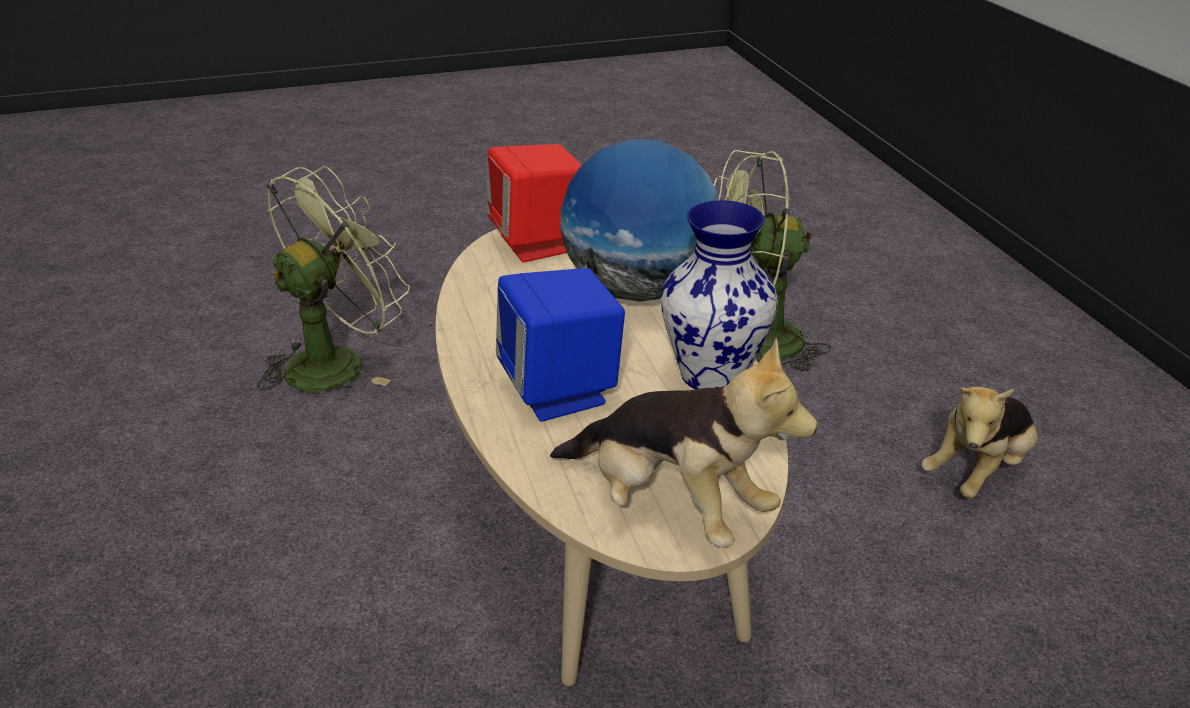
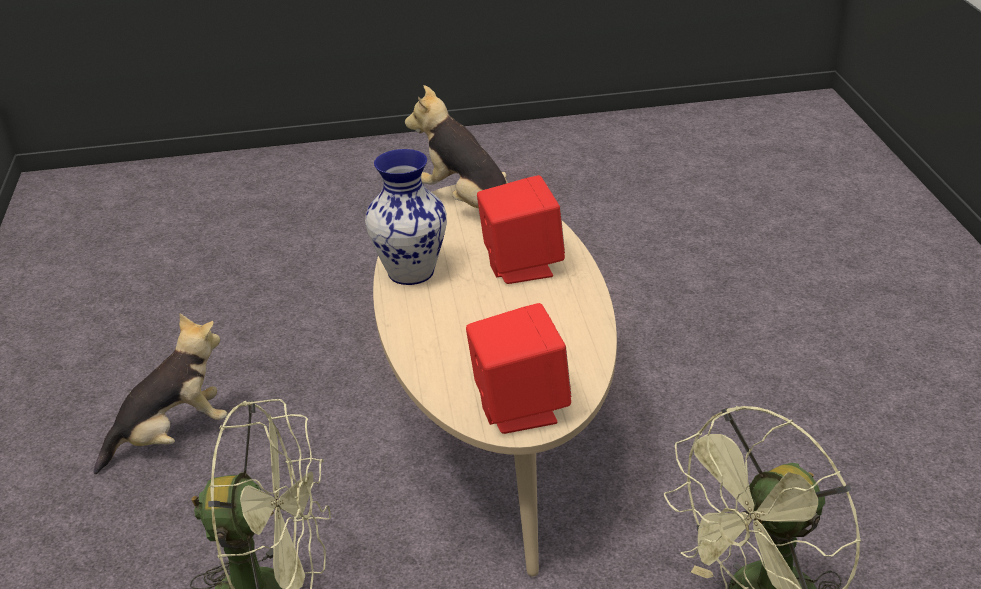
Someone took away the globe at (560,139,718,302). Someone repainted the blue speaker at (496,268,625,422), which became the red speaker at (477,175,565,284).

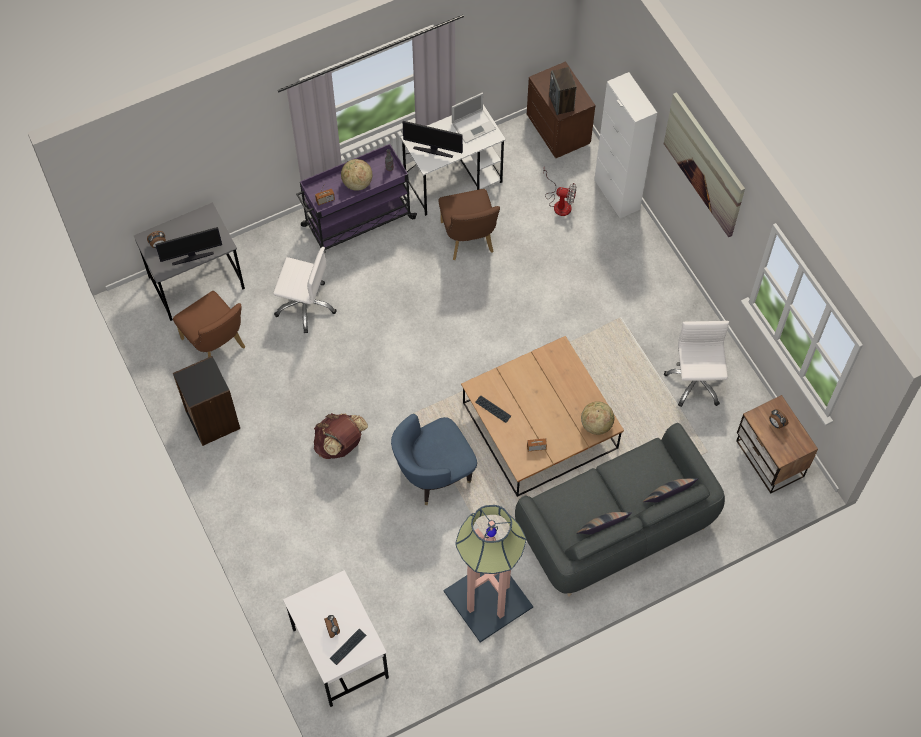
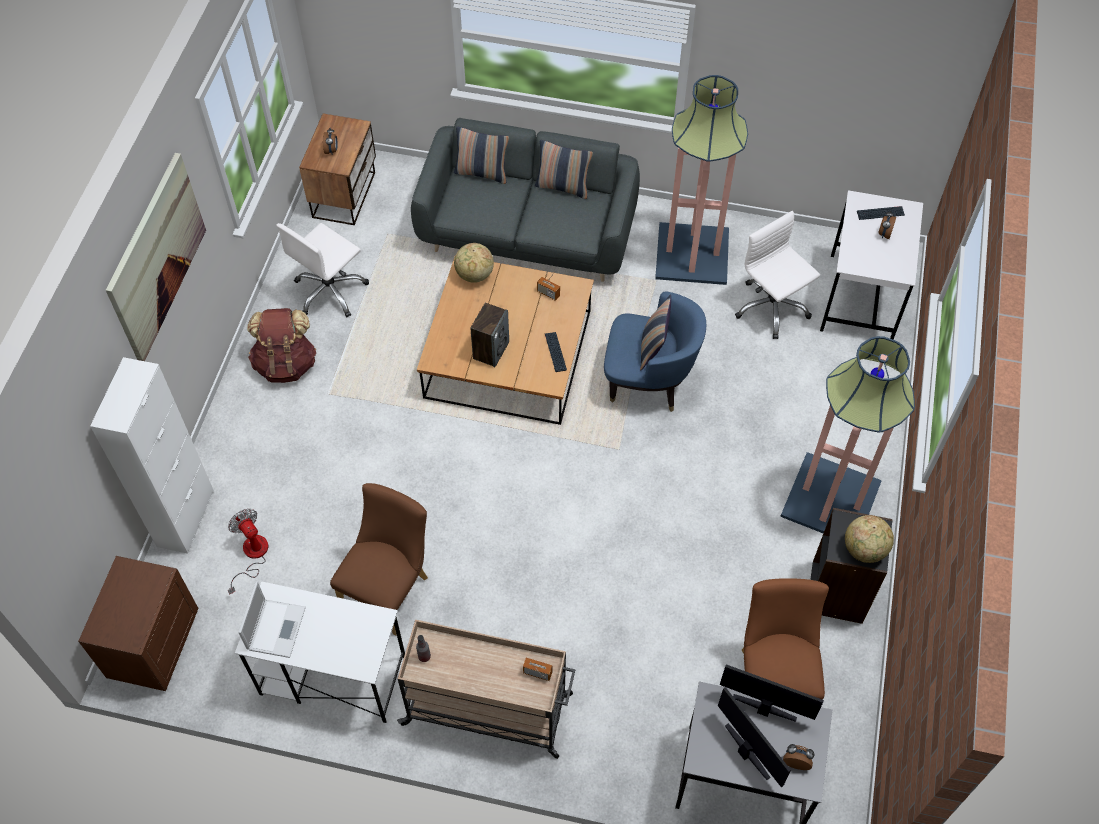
Someone carried the speaker from (549,67,577,115) to (470,303,509,367). Someone rotated the laptop at (452,93,496,143) by 90 degrees clockwise. Someone carried the monitor from (403,121,463,158) to (718,687,791,787). Someone repainted the purple cart at (296,144,417,250), which became the beige cart at (397,620,575,759). Someone carried the globe from (341,159,372,191) to (845,515,894,563). Someone carried the white office chair from (273,247,337,333) to (735,211,820,339). Someone carried the brown backpack from (314,413,368,459) to (247,308,316,383). Someone put down the pillow at (640,294,671,370). Someone put down the floor lamp at (780,336,915,533).

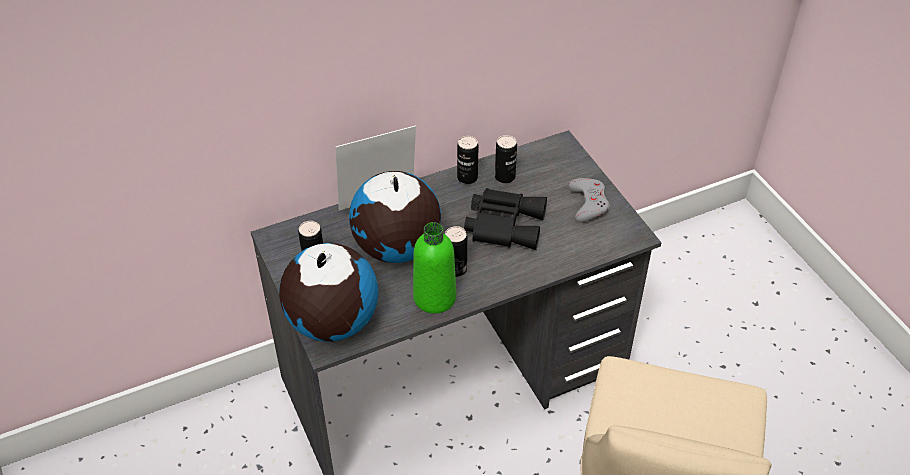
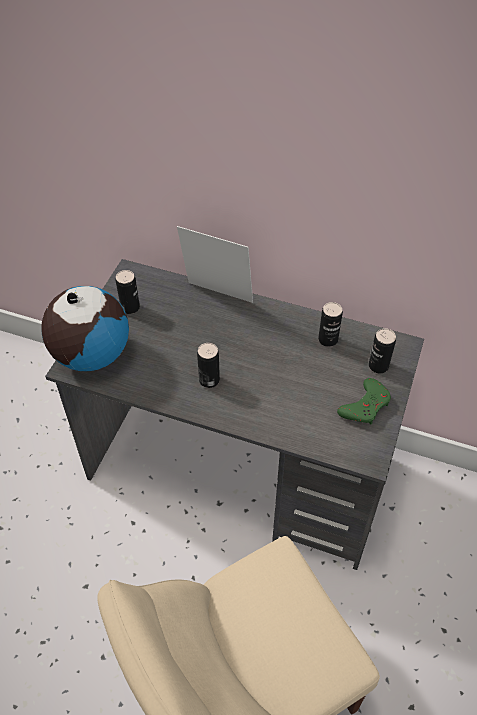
Someone carried the can from (457,136,478,184) to (369,328,396,373). Someone took away the globe at (349,171,441,263). Someone repainted the grey game controller at (568,178,609,223), which became the green game controller at (337,378,391,424). Someone took away the black binoculars at (464,188,547,250). Someone took away the green bottle at (413,222,456,314).

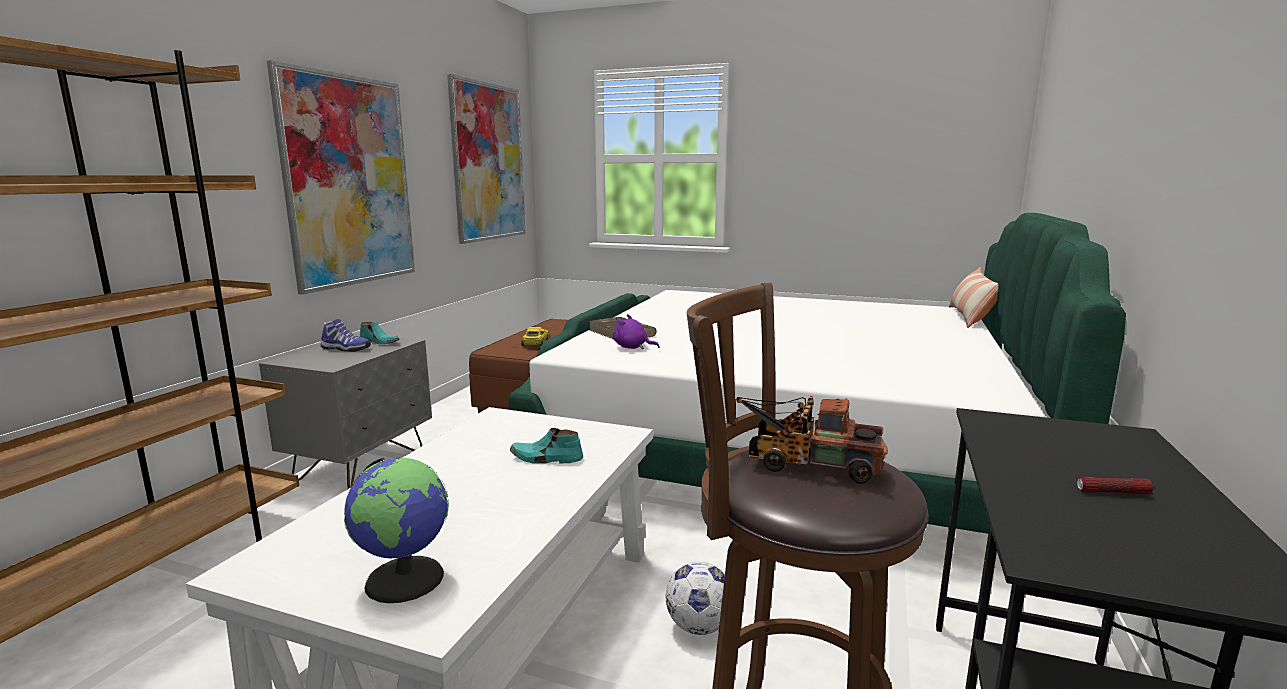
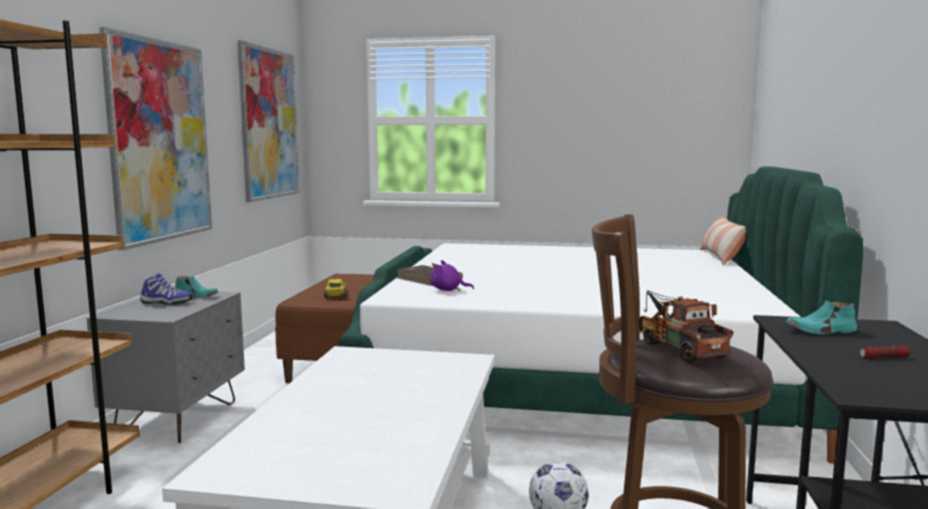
Someone rotated the toy truck at (731,396,888,484) by 60 degrees clockwise. Someone carried the turquoise shoe from (510,428,583,464) to (785,300,857,334). Someone took away the globe at (344,458,449,603).

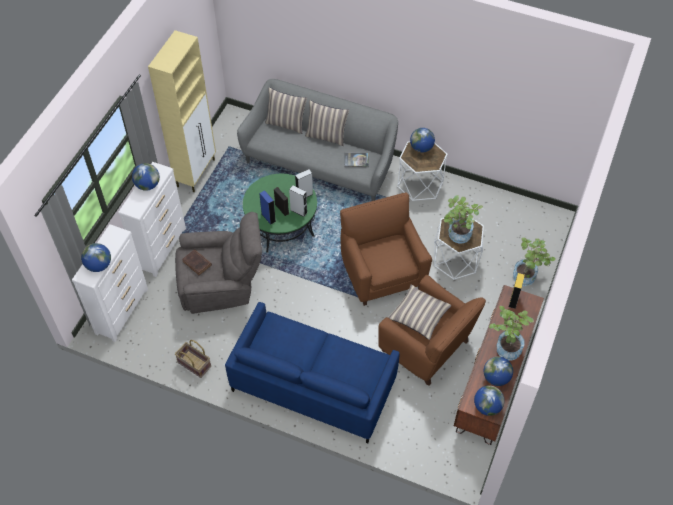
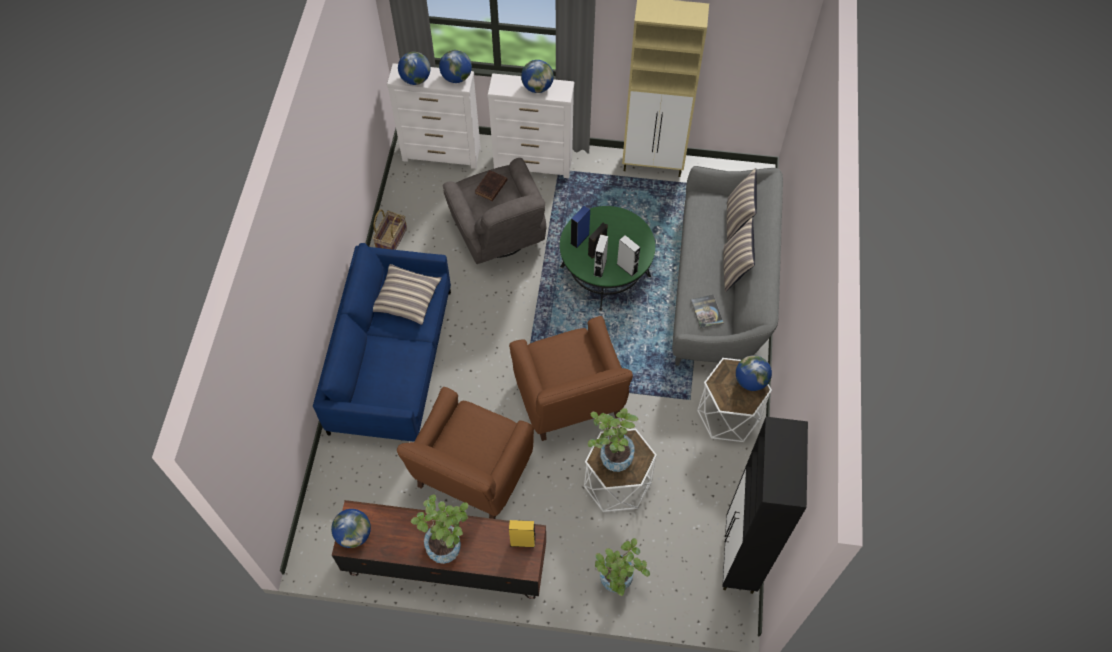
Someone rotated the brown armchair at (340,192,432,306) by 105 degrees clockwise. Someone carried the pillow from (388,285,452,340) to (373,264,442,325). Someone carried the globe from (484,356,513,386) to (439,50,472,83). Someone put down the black cabinet at (723,417,808,594).

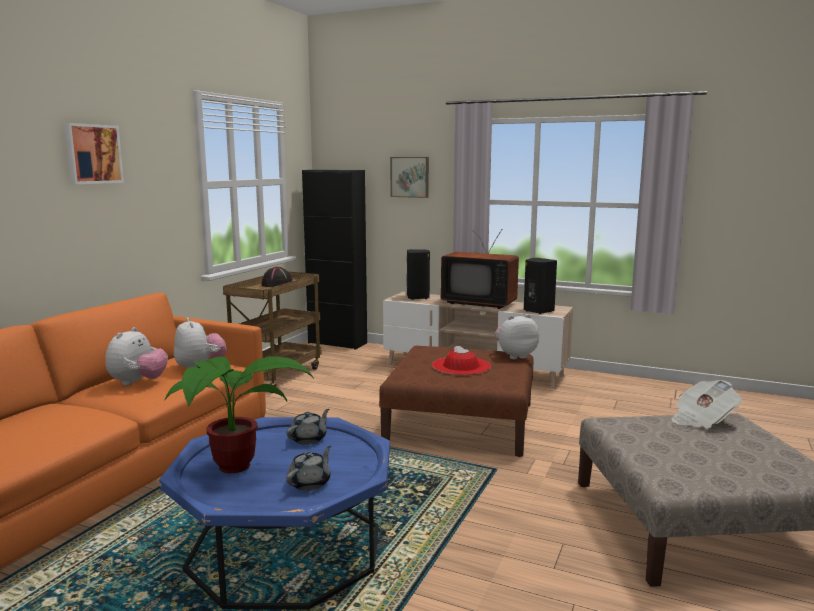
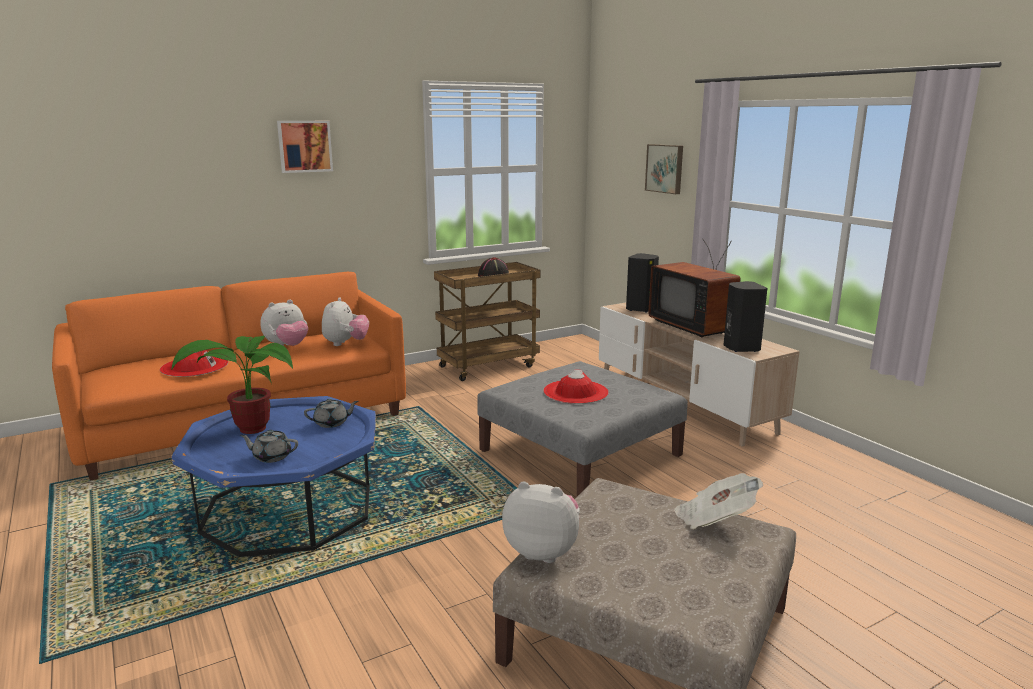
Someone took away the black cabinet at (302,170,367,350). Someone carried the plush toy from (495,314,539,359) to (502,481,580,563). Someone repainted the brown ottoman at (379,345,533,457), which became the grey ottoman at (477,361,687,496). Someone rotated the grey teapot at (286,446,331,491) by 150 degrees counterclockwise. Someone put down the red hat at (160,350,228,377).

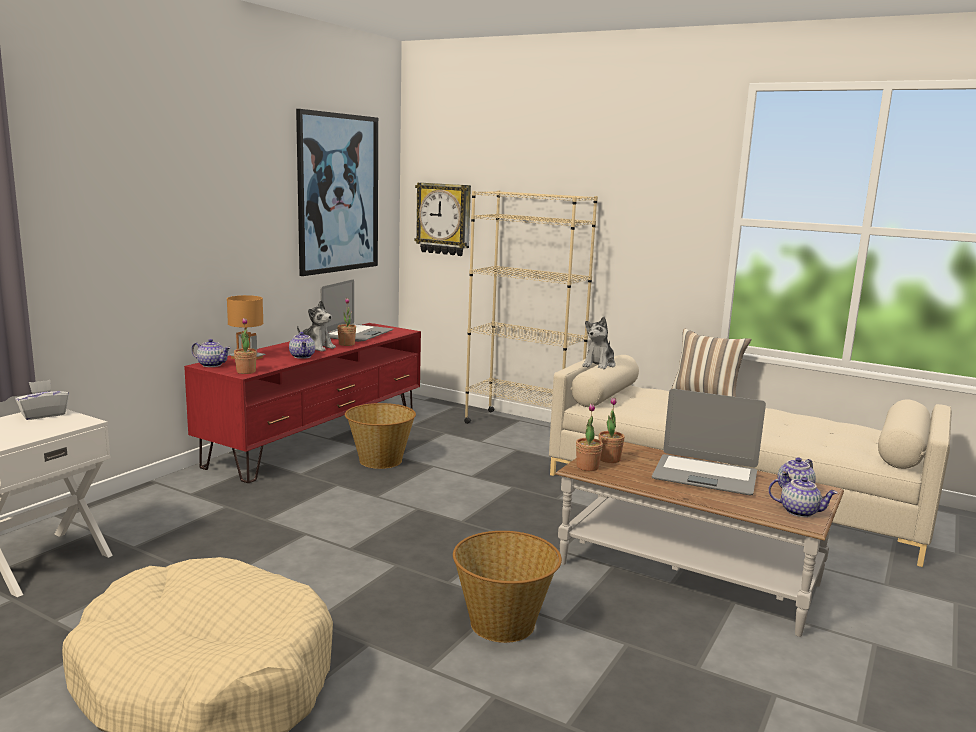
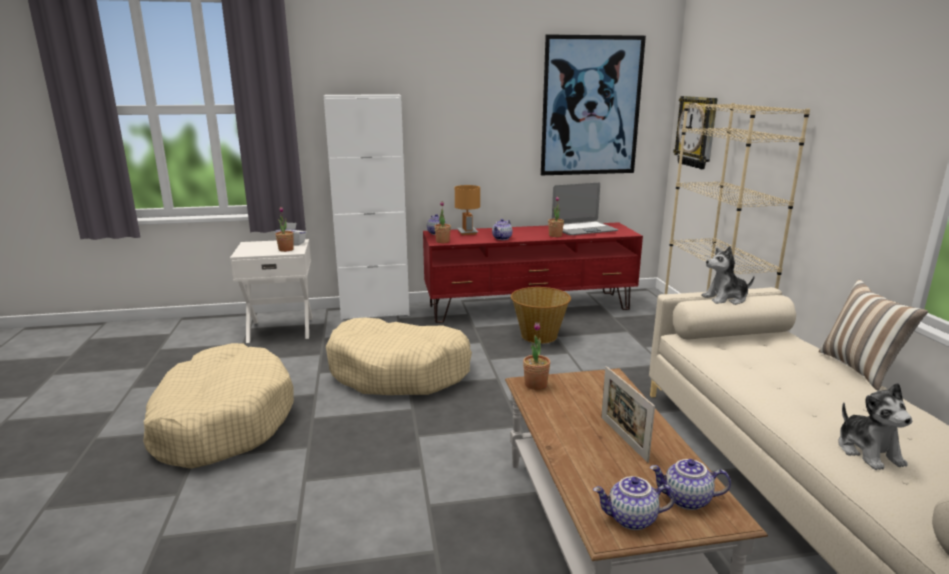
Someone carried the plush toy from (297,301,336,351) to (838,383,912,470). Someone swapped the laptop at (652,389,766,495) for the picture frame at (601,366,655,463). Someone carried the potted plant from (598,397,625,463) to (276,207,294,252). Someone rotated the teapot at (769,477,838,517) by 105 degrees clockwise. Someone took away the basket at (453,531,562,643). Someone put down the white cabinet at (324,94,410,320). Someone put down the beige dog bed at (326,318,472,395).

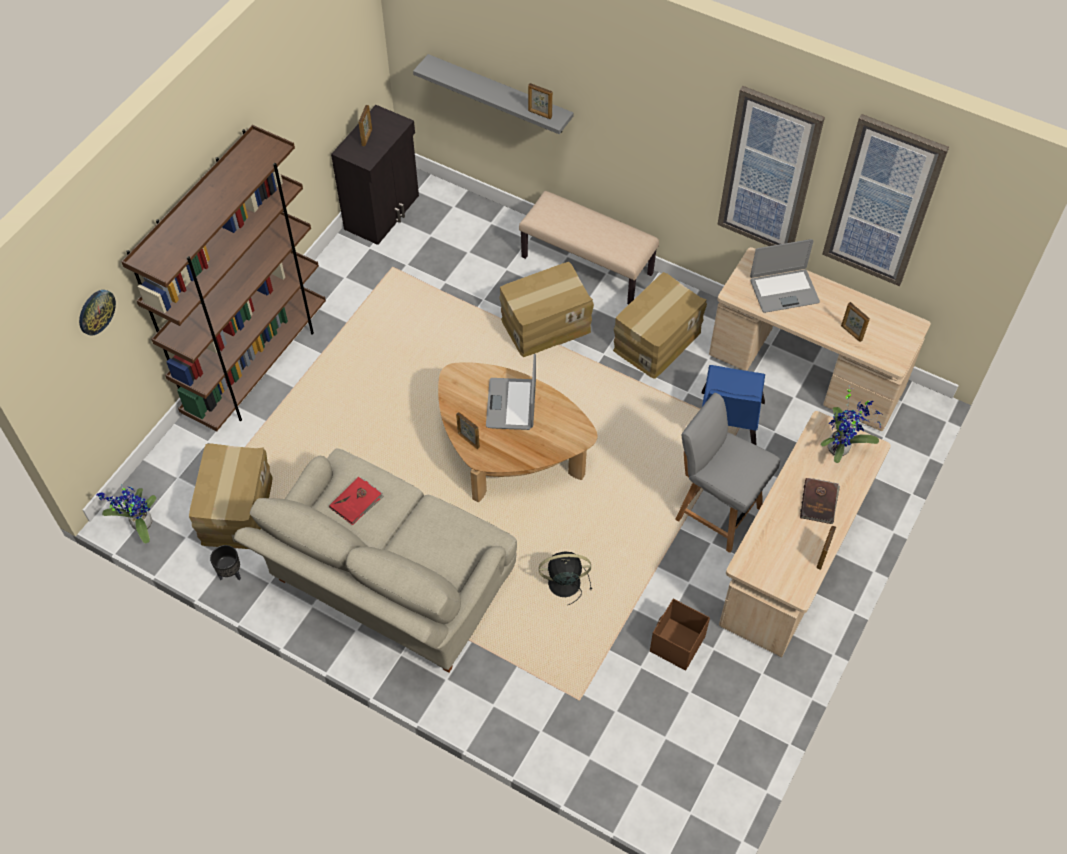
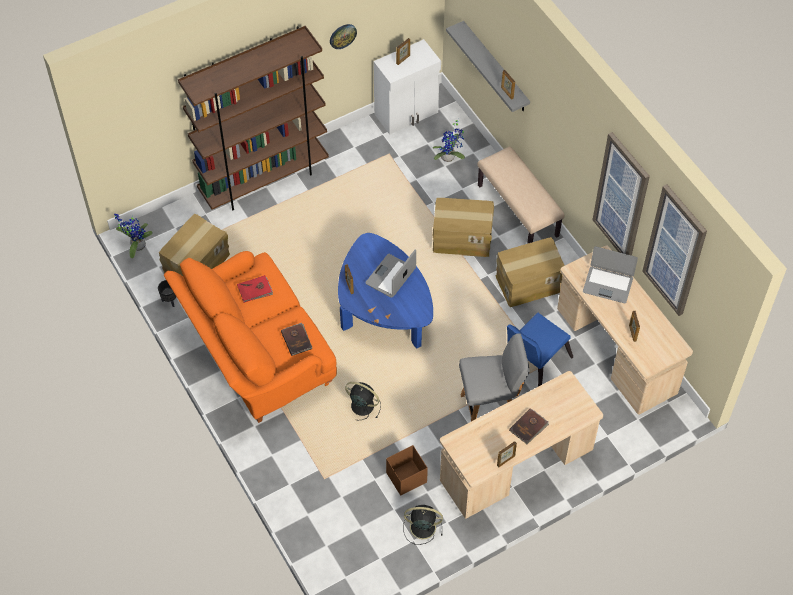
Someone repainted the black cabinet at (331,105,419,245), which became the white cabinet at (373,39,441,135). Someone carried the wall clock from (79,290,116,335) to (330,24,357,49). Someone repainted the brown coffee table at (438,362,597,502), which became the blue coffee table at (338,233,433,348). Someone carried the potted plant from (821,385,882,463) to (433,118,465,162). Someone rotated the grey chair at (675,393,780,553) by 105 degrees clockwise. Someone repainted the beige sofa at (234,448,517,673), which became the orange sofa at (164,251,337,423). Someone put down the brown book at (281,323,312,356). Someone put down the black fan at (403,505,443,545).

